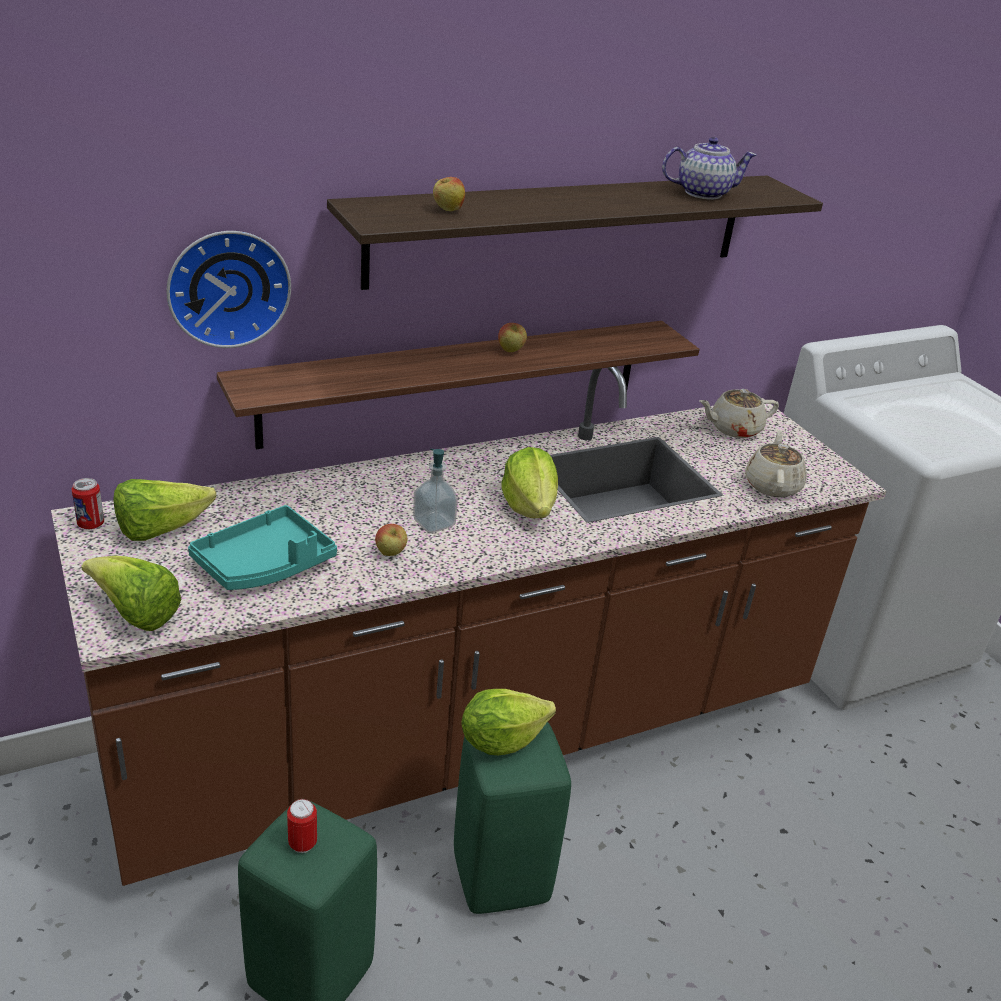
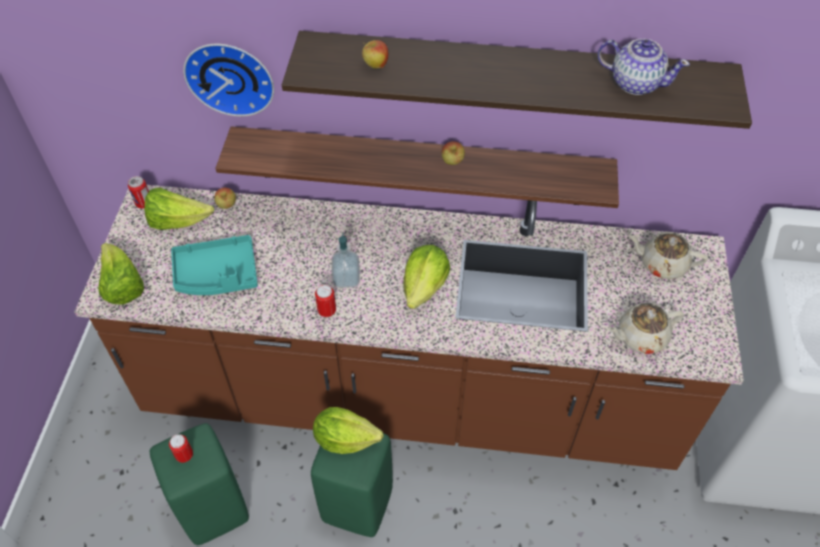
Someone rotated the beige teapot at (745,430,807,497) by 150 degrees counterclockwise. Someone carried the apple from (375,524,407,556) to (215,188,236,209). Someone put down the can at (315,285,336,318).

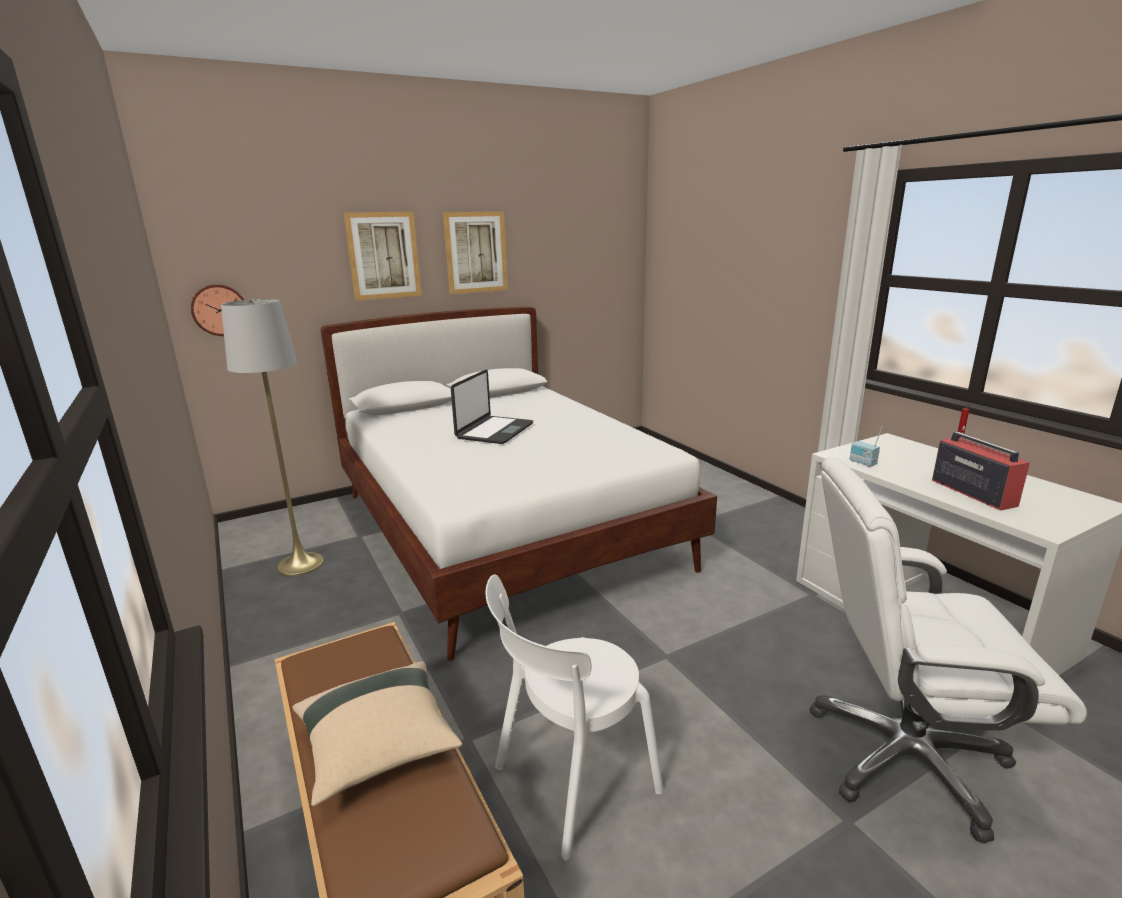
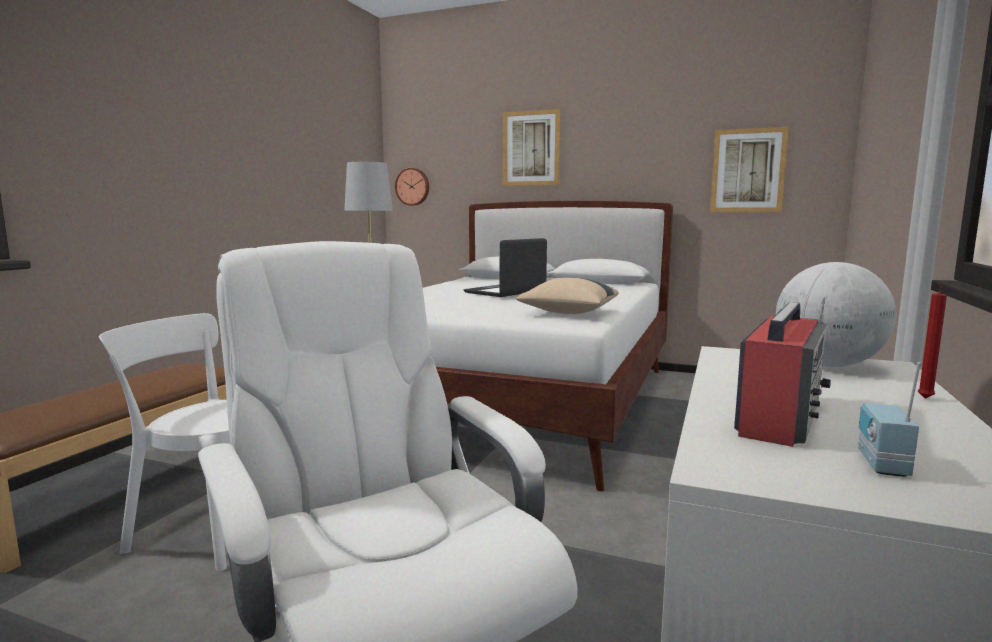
Someone carried the picture from (443,211,508,294) to (710,127,789,212). Someone rotated the laptop at (451,370,533,444) by 150 degrees clockwise. Someone carried the radio from (850,426,883,467) to (858,362,921,477). Someone carried the beige pillow from (292,661,462,806) to (516,277,619,314). Someone put down the globe at (776,262,896,367).

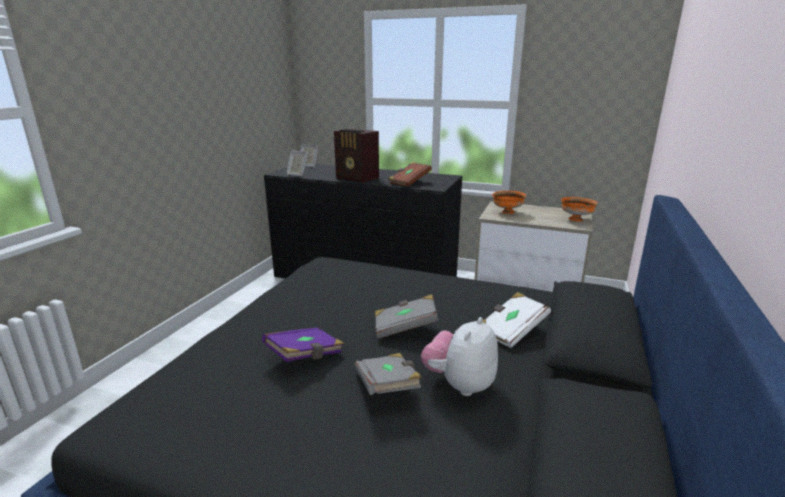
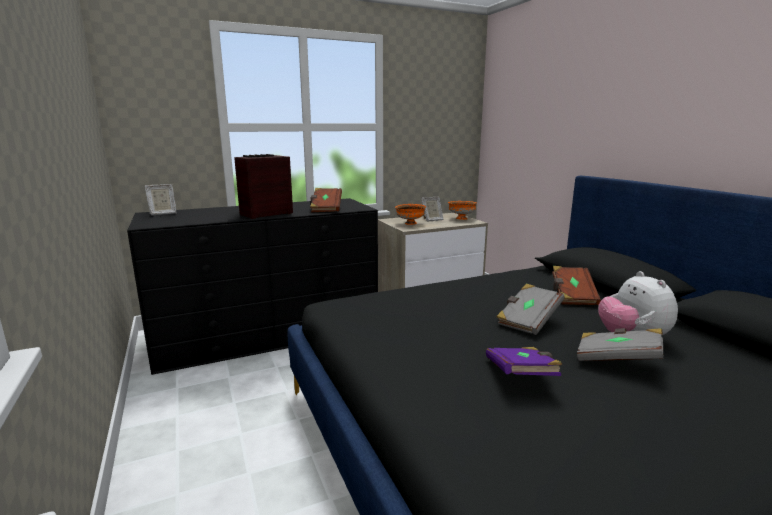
Someone rotated the radio at (334,128,379,183) by 150 degrees clockwise. Someone carried the picture frame from (287,151,308,177) to (421,197,443,221). Someone repainted the white book at (483,292,551,348), which became the brown book at (552,266,601,305).

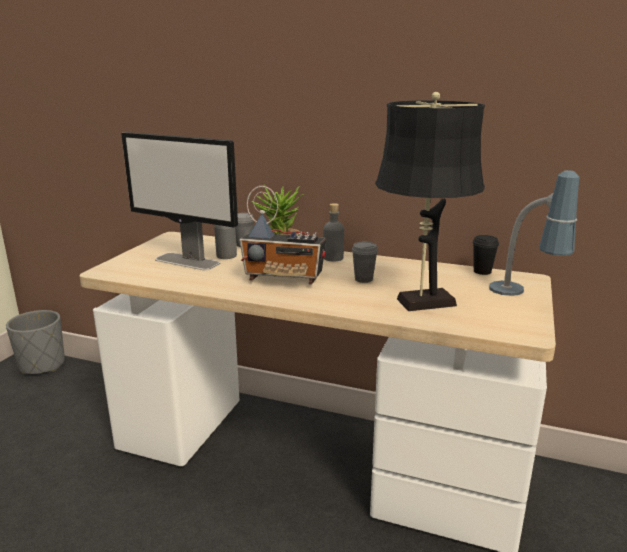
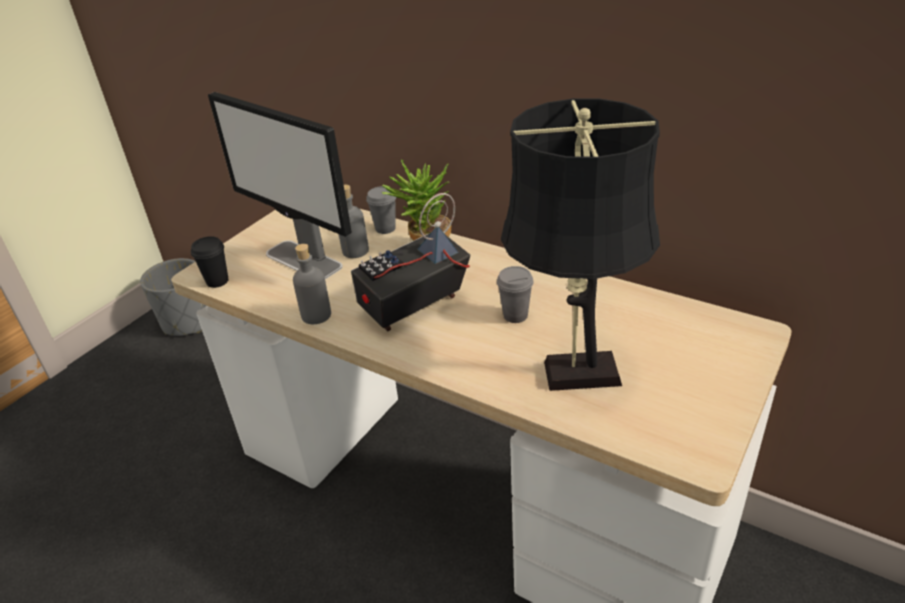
Someone took away the table lamp at (489,170,579,296). Someone rotated the radio at (239,186,326,285) by 120 degrees clockwise. Someone carried the grey bottle from (323,203,344,262) to (293,244,331,324). Someone carried the black cup from (473,235,499,275) to (191,236,228,288).

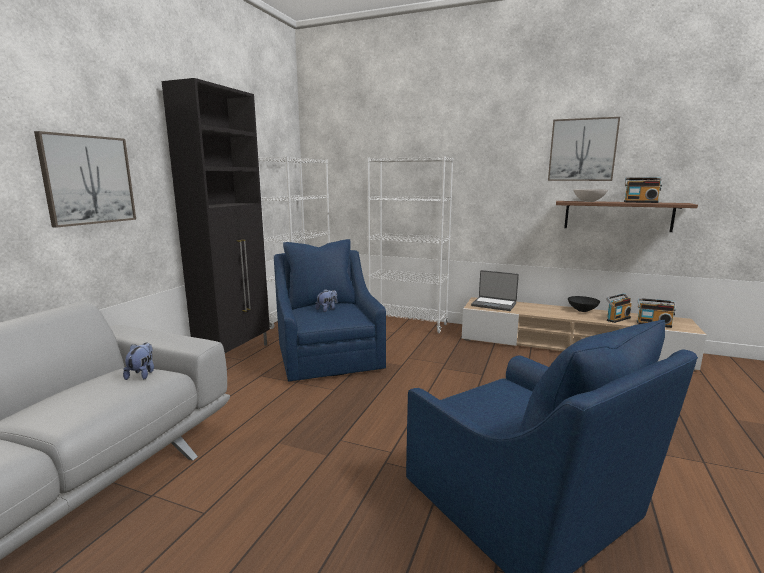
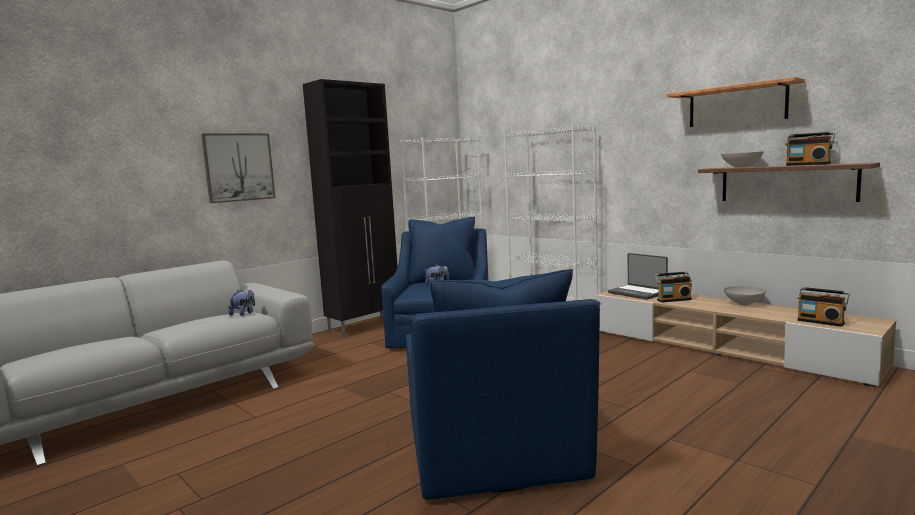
Someone swapped the picture at (548,117,620,181) for the shelf at (666,77,805,127). Someone carried the radio from (606,293,632,323) to (655,271,692,302). Someone repainted the black bowl at (568,296,600,312), which became the white bowl at (724,286,766,305).

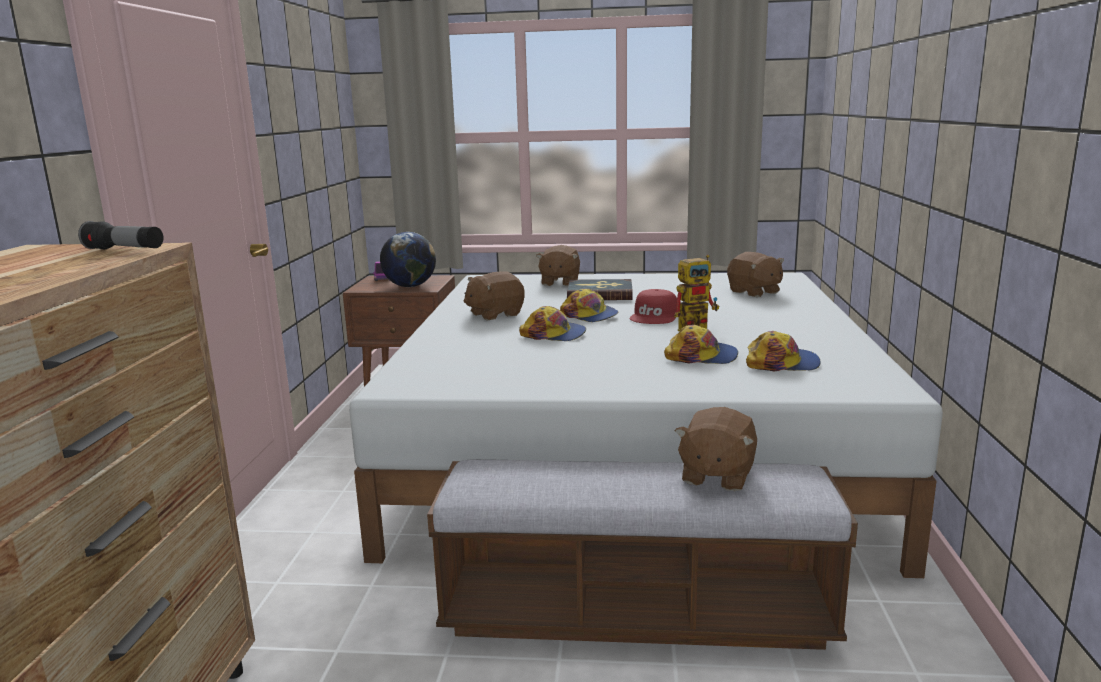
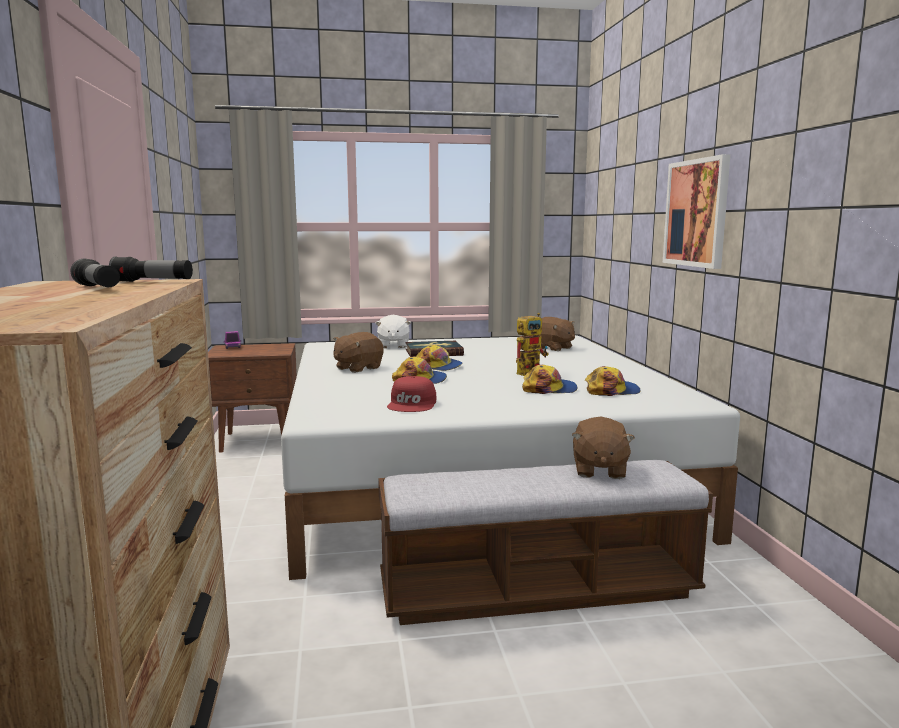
Someone took away the globe at (380,232,436,287). Someone repainted the brown plush toy at (536,245,580,286), which became the white plush toy at (375,315,411,348). Someone carried the red cap from (629,289,679,324) to (387,376,436,412). Someone put up the picture at (663,154,730,269). Someone put down the flashlight at (71,259,120,287).

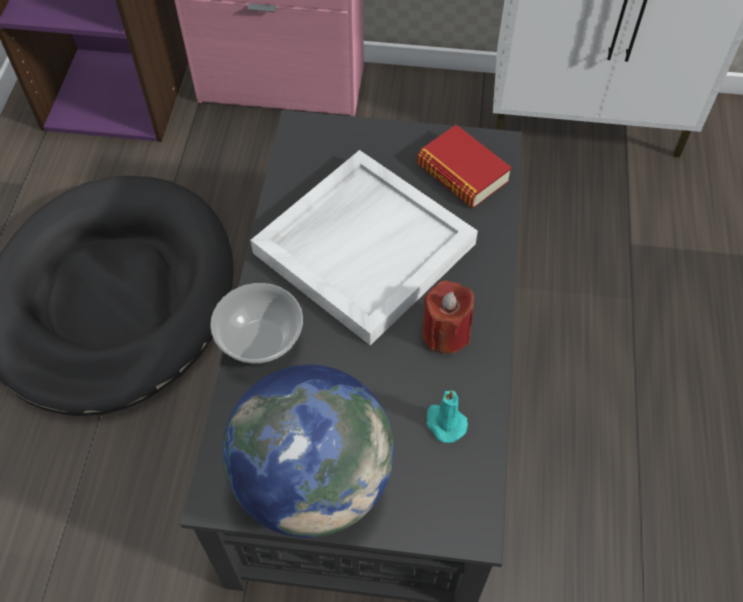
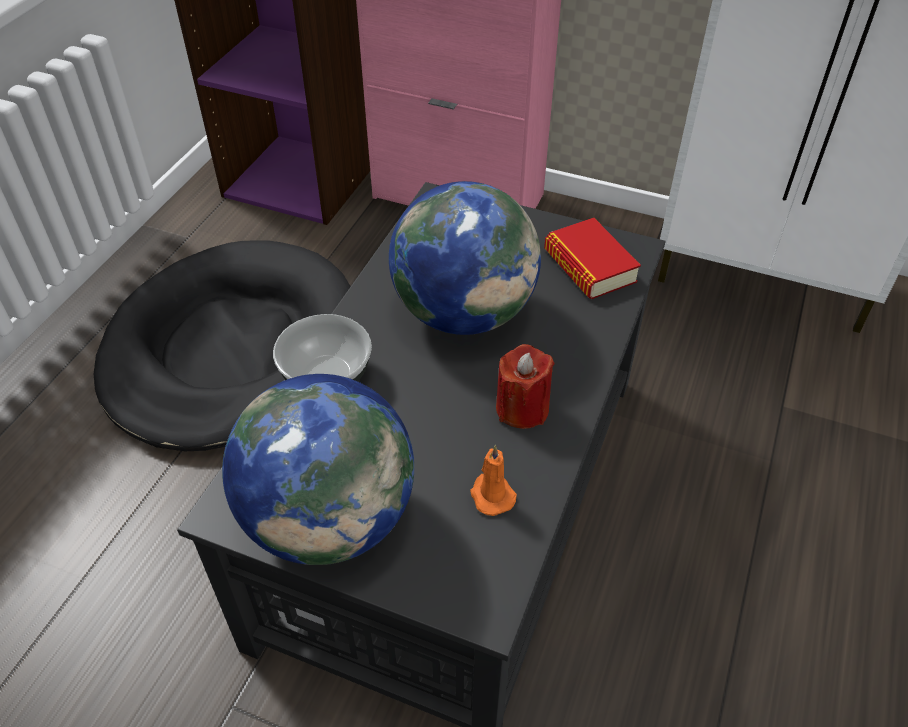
Someone swapped the white tray at (250,150,478,345) for the globe at (389,181,541,335). Someone repainted the turquoise candle at (426,390,468,443), which became the orange candle at (470,445,517,516).

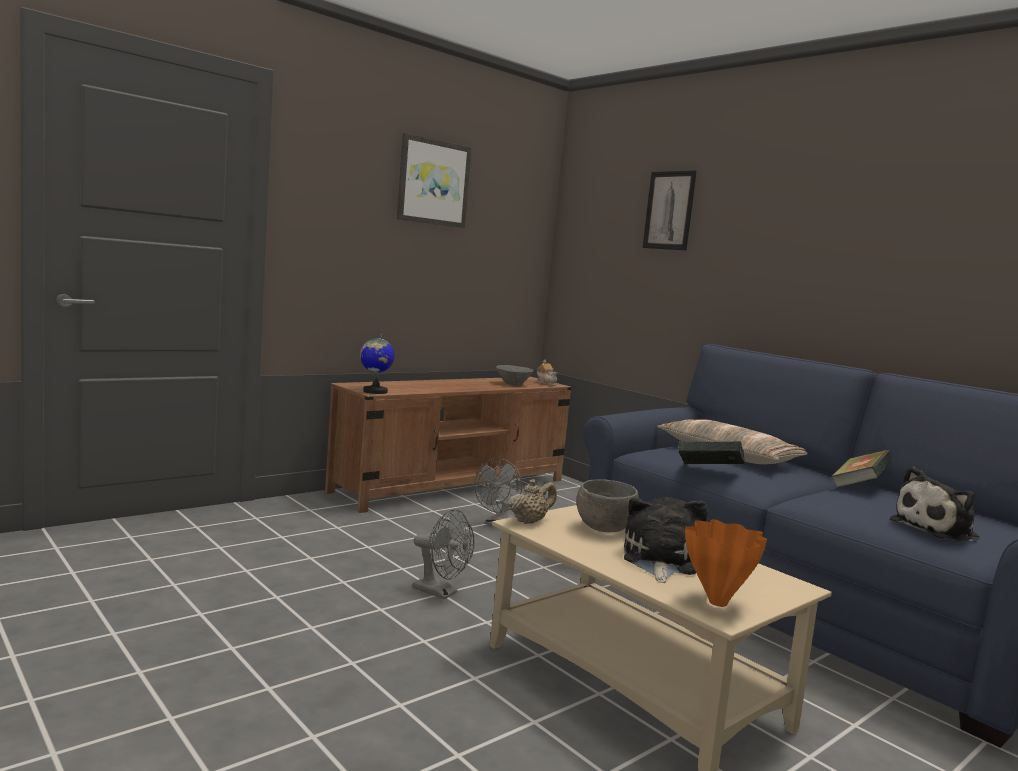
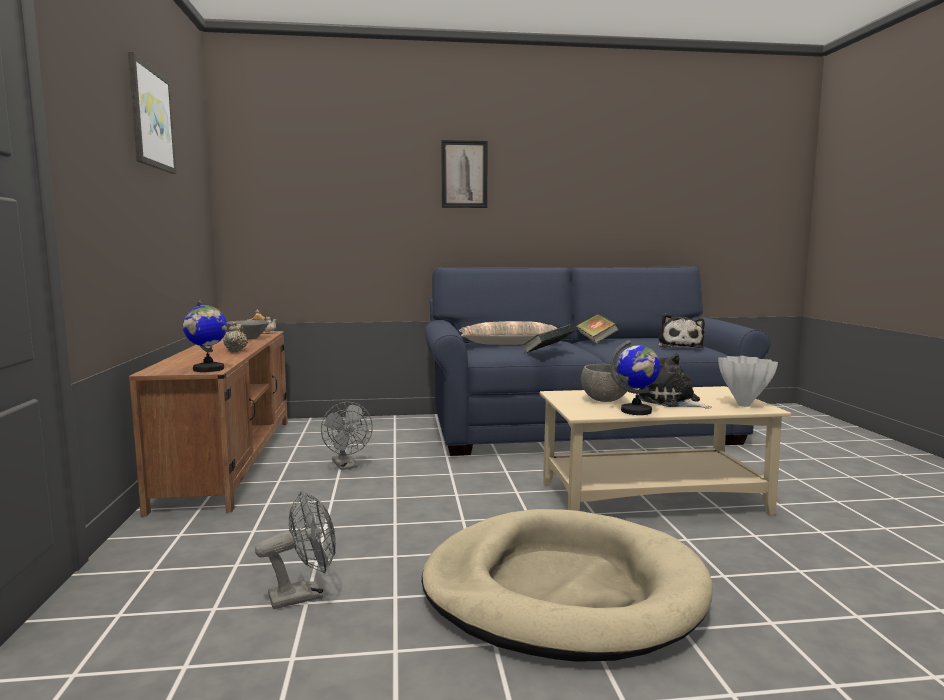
Someone carried the picture from (642,170,697,250) to (441,140,487,208). Someone carried the beige teapot from (508,479,557,524) to (223,322,248,352). Someone carried the grey fan from (413,509,475,599) to (255,491,336,609). Someone repainted the orange vase at (685,519,767,607), which became the white vase at (718,356,778,407). Someone put down the globe at (610,340,660,415). Someone put down the beige dog bed at (422,509,713,662).

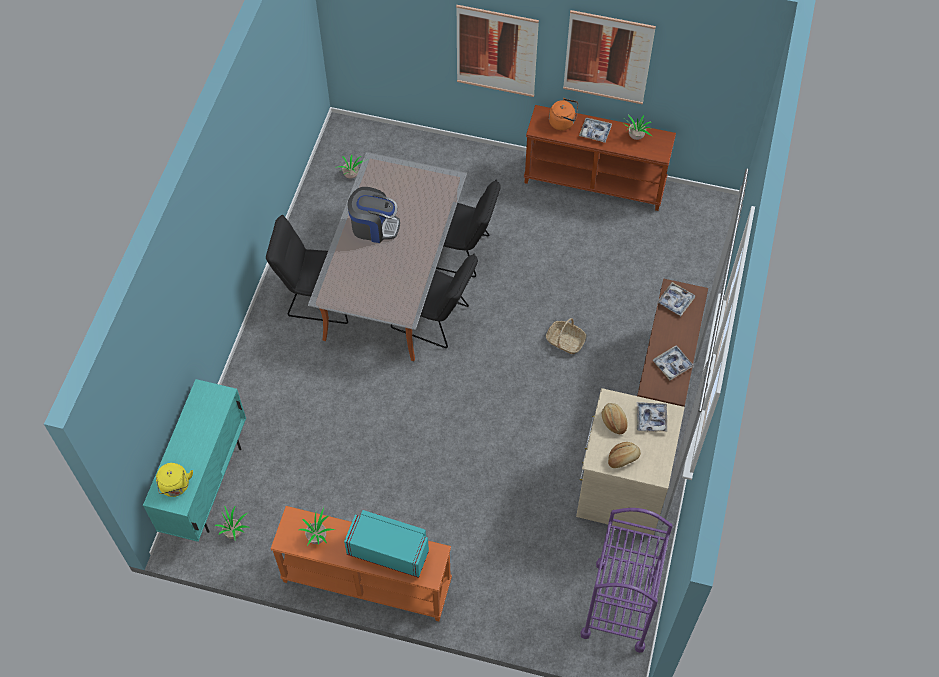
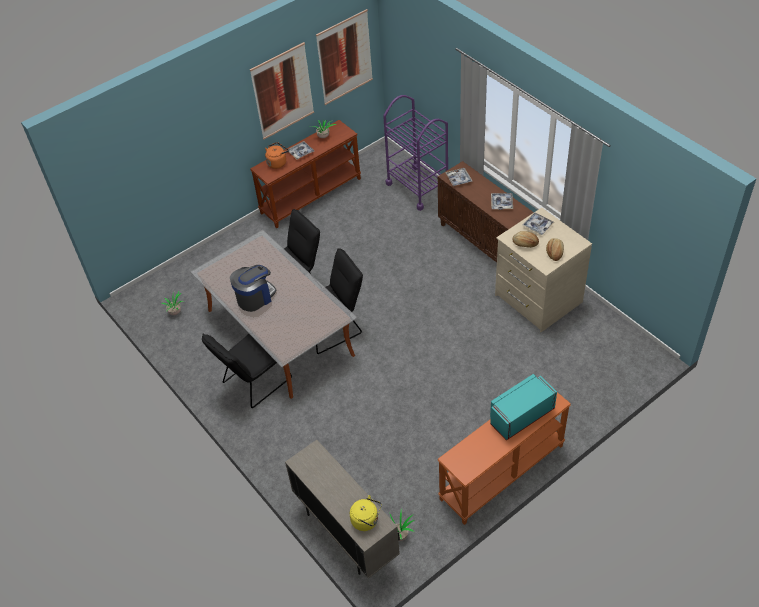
Someone carried the picture from (456,5,539,97) to (316,9,373,105). Someone took away the basket at (546,318,586,354). Someone repainted the turquoise cabinet at (143,379,246,542), which became the beige cabinet at (285,440,400,579). Someone took away the potted plant at (299,507,335,546). Someone carried the purple cart from (580,508,673,653) to (383,95,448,211).

